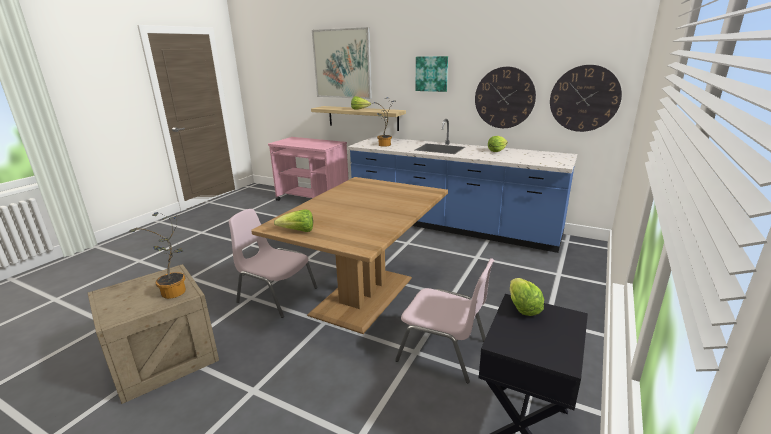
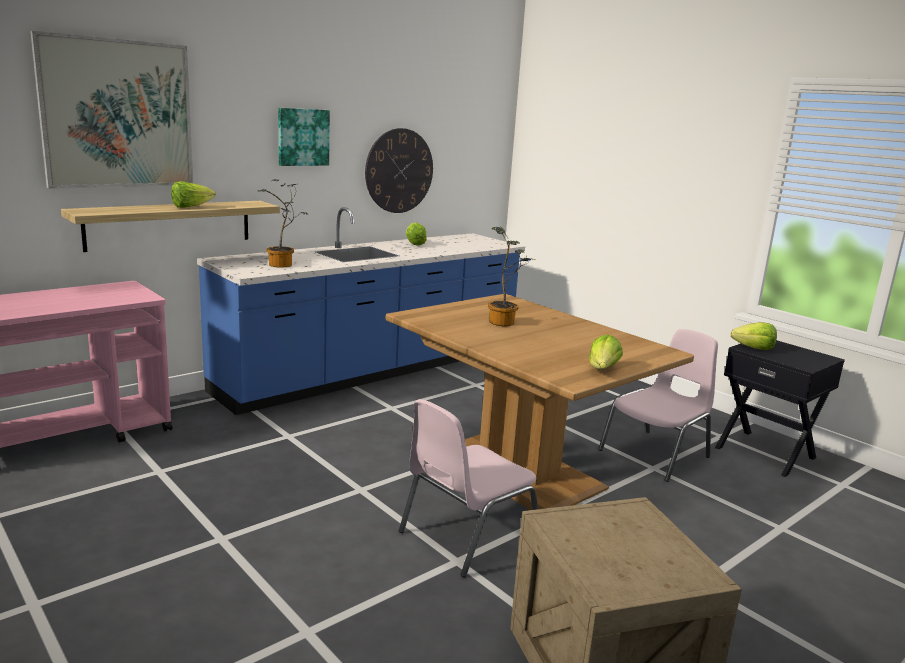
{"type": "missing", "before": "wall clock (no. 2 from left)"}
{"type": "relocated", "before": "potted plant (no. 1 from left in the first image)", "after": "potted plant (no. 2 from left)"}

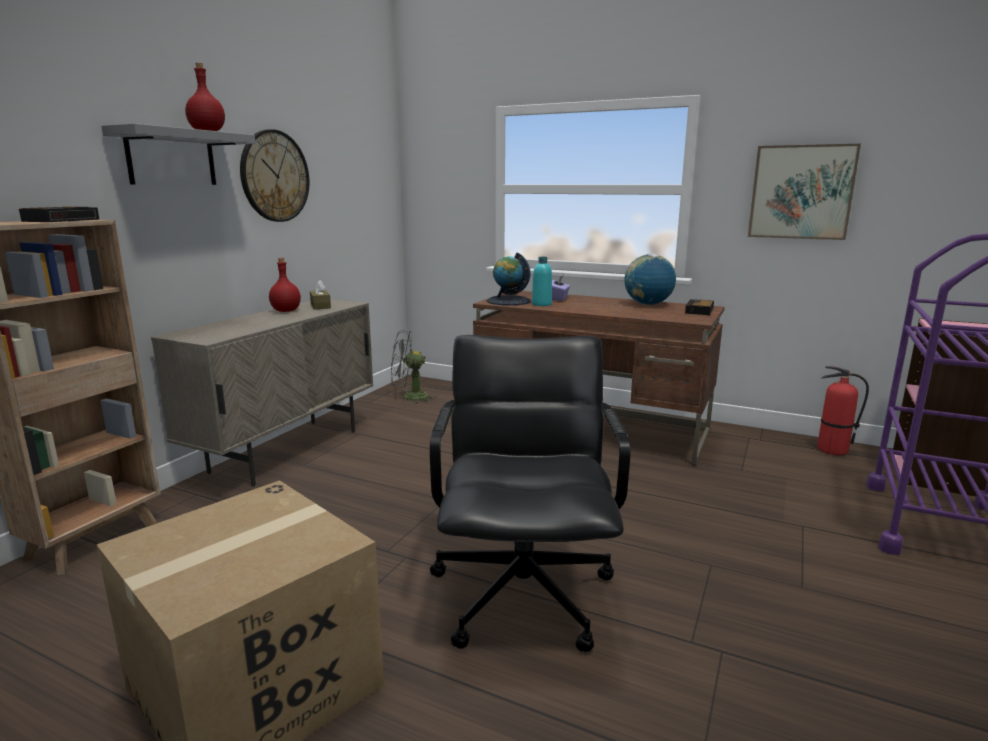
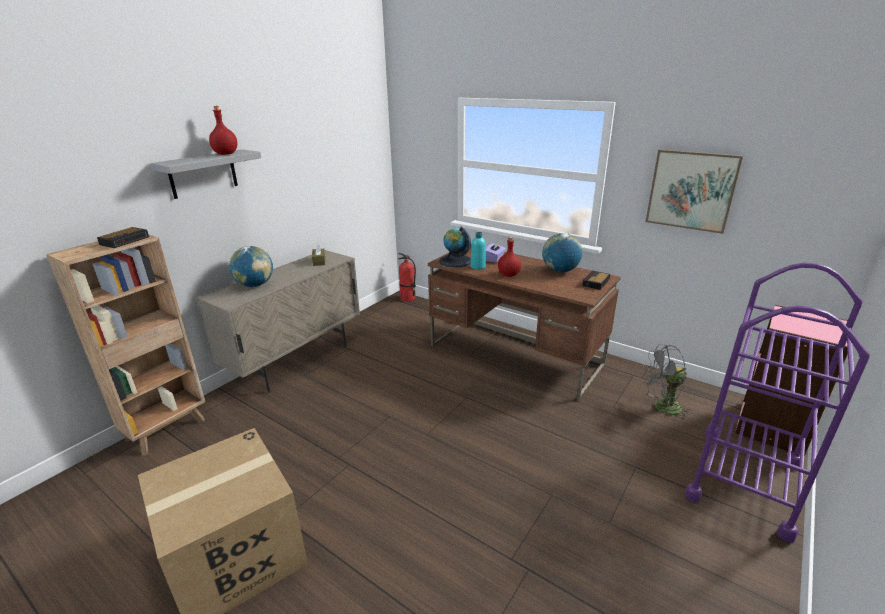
{"type": "missing", "before": "wall clock"}
{"type": "missing", "before": "black office chair"}
{"type": "appeared", "after": "globe (no. 1 from left)"}
{"type": "relocated", "before": "red bottle (no. 2 from left)"}
{"type": "relocated", "before": "grey fan"}
{"type": "relocated", "before": "fire extinguisher"}

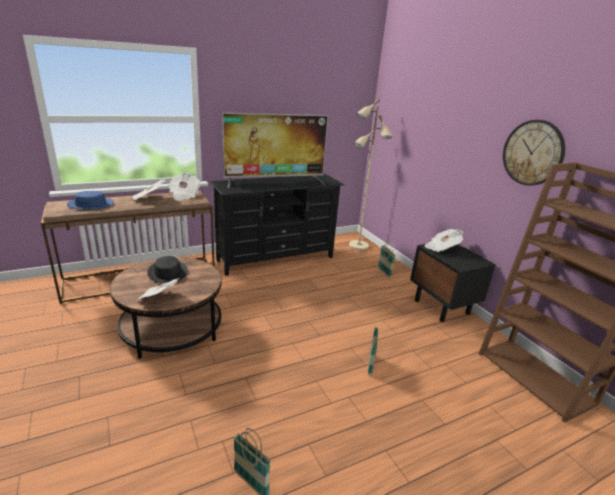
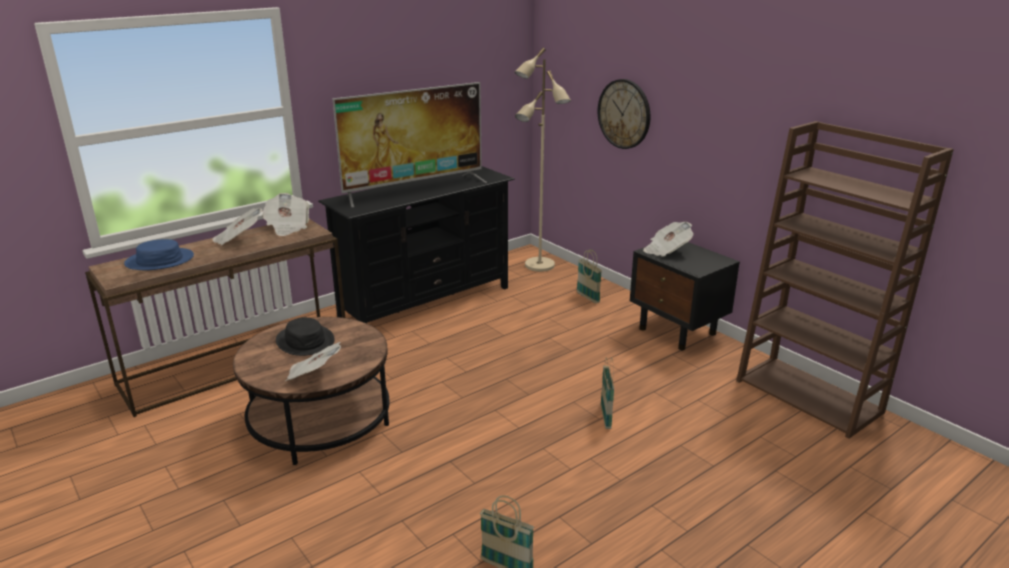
{"type": "relocated", "before": "wall clock"}

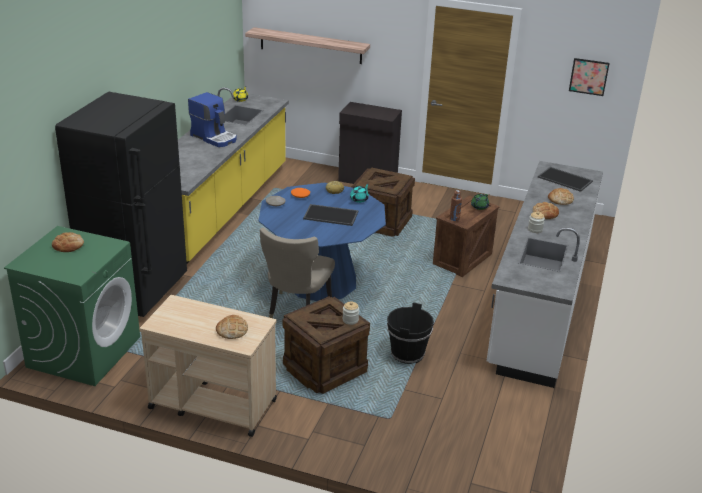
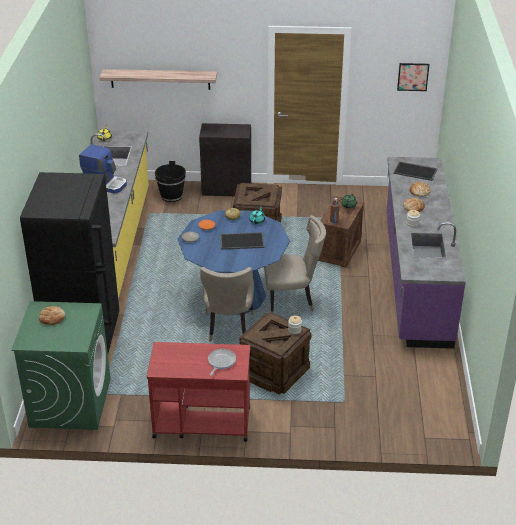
{"type": "appeared", "after": "beige chair (no. 2 from left)"}
{"type": "relocated", "before": "black bucket"}
{"type": "exchanged", "before": "bread (no. 2 from left)", "after": "frying pan"}
{"type": "colour", "before": "beige cart", "after": "red cart"}
{"type": "colour", "before": "white counter", "after": "purple counter"}

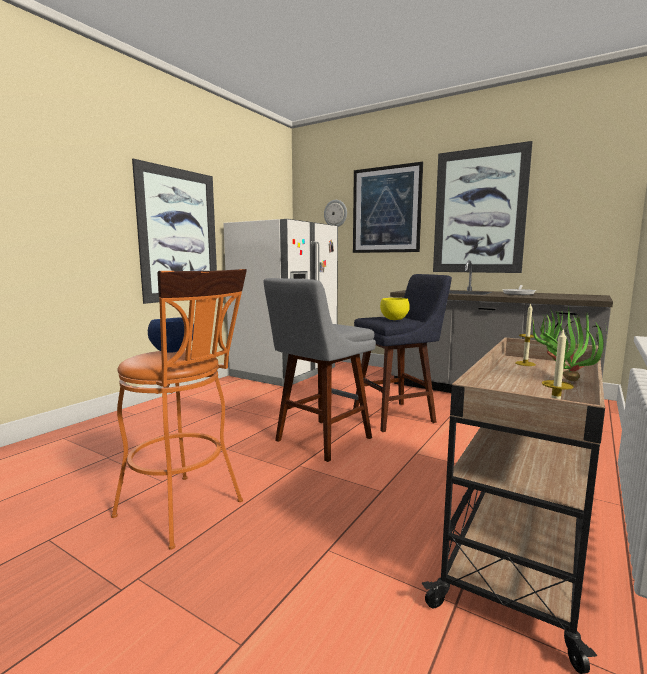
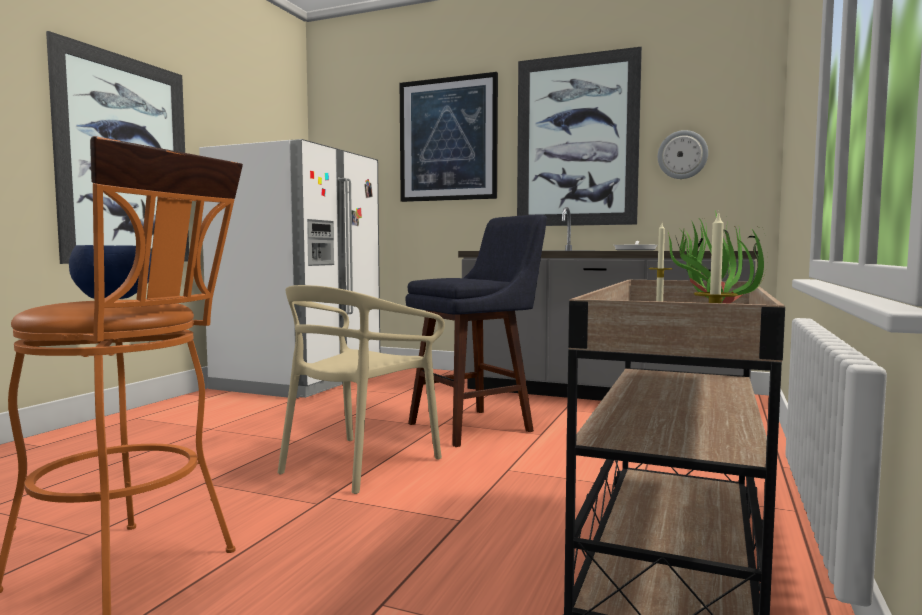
{"type": "missing", "before": "yellow bowl"}
{"type": "relocated", "before": "wall clock"}
{"type": "exchanged", "before": "grey stool", "after": "beige chair"}

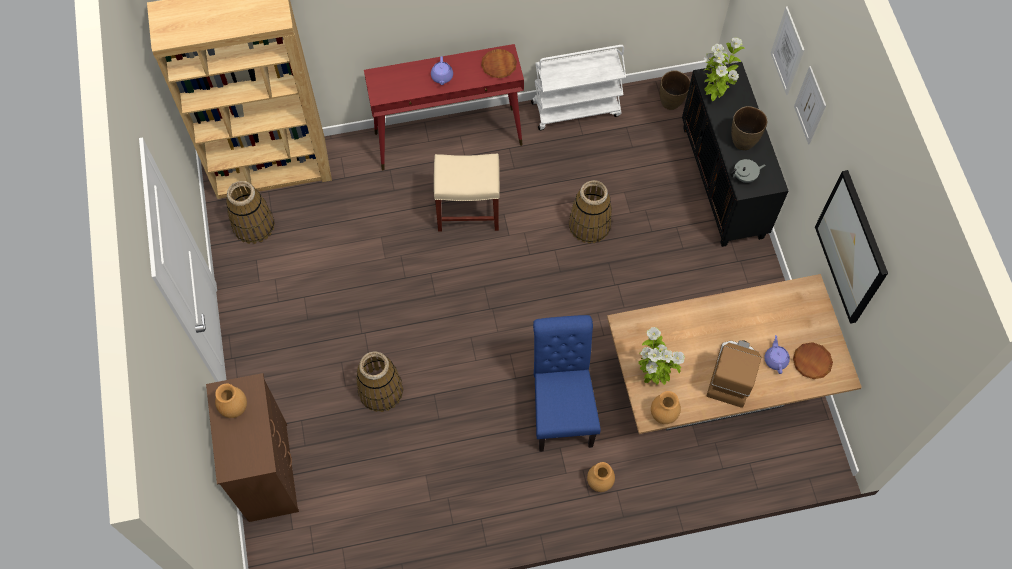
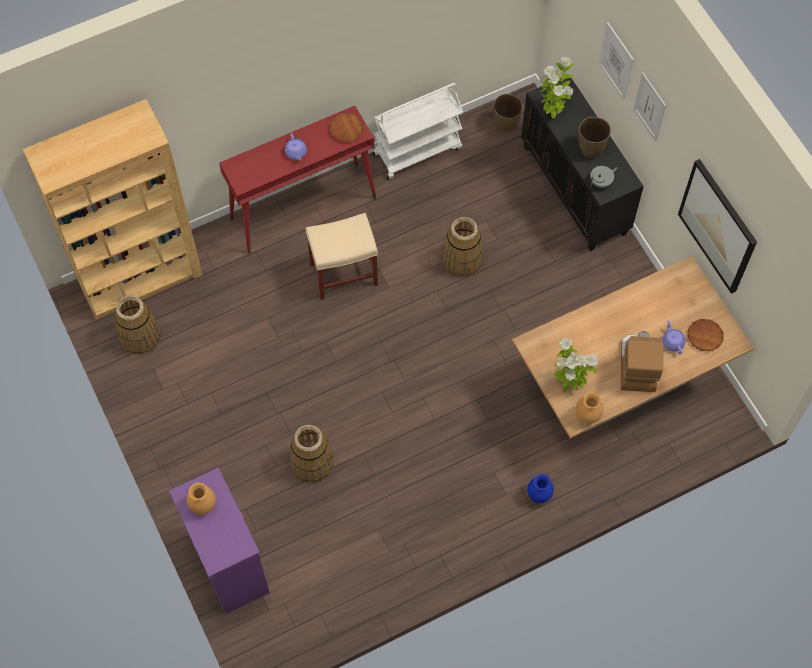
{"type": "missing", "before": "blue chair"}
{"type": "colour", "before": "brown dresser", "after": "purple dresser"}
{"type": "colour", "before": "brown vase (no. 2 from left)", "after": "blue vase"}

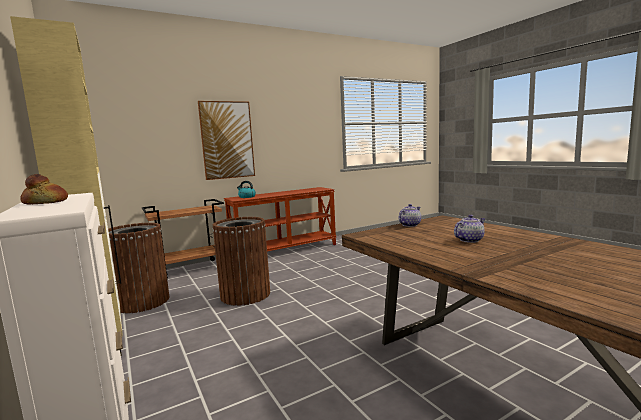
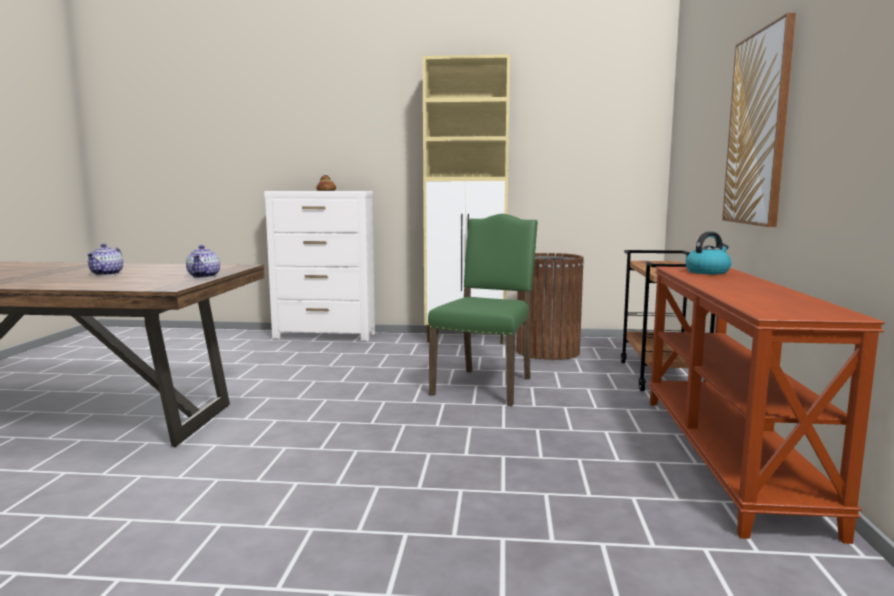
{"type": "exchanged", "before": "brown trash can (no. 2 from left)", "after": "green chair"}

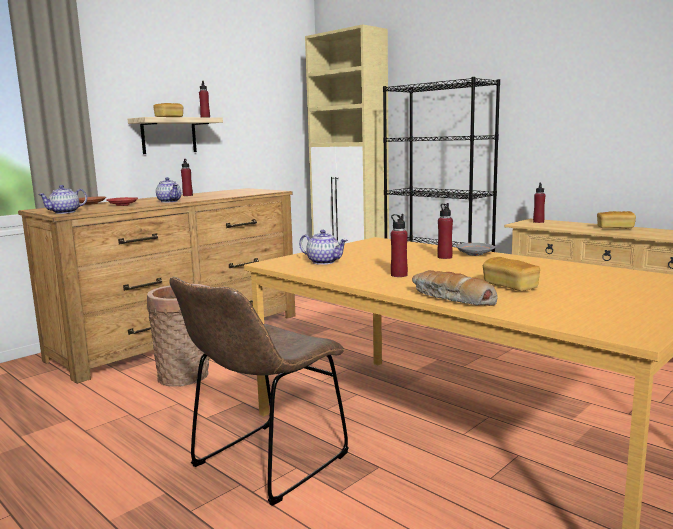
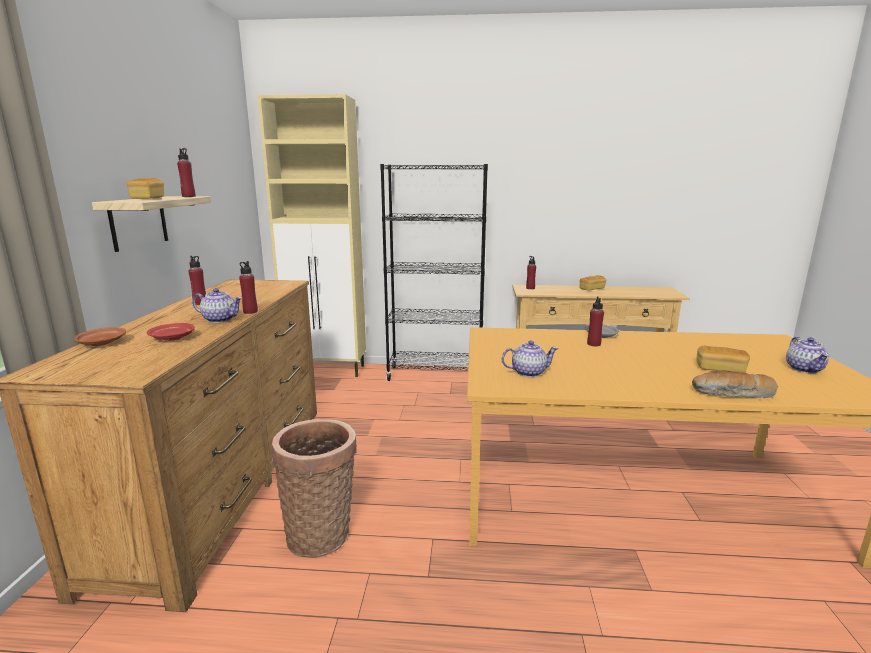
{"type": "missing", "before": "brown chair"}
{"type": "relocated", "before": "teapot (no. 1 from left in the first image)", "after": "teapot (no. 3 from left)"}
{"type": "relocated", "before": "red bottle (no. 3 from left)"}

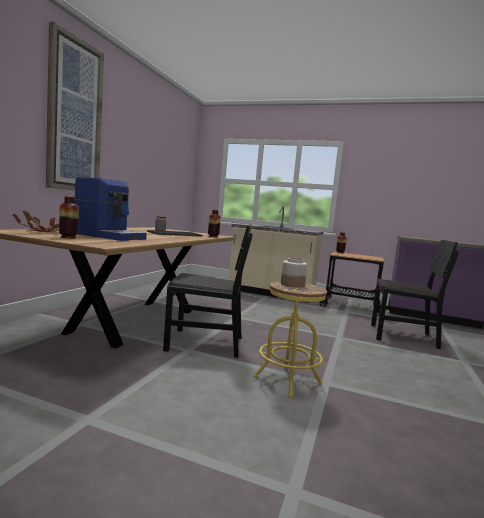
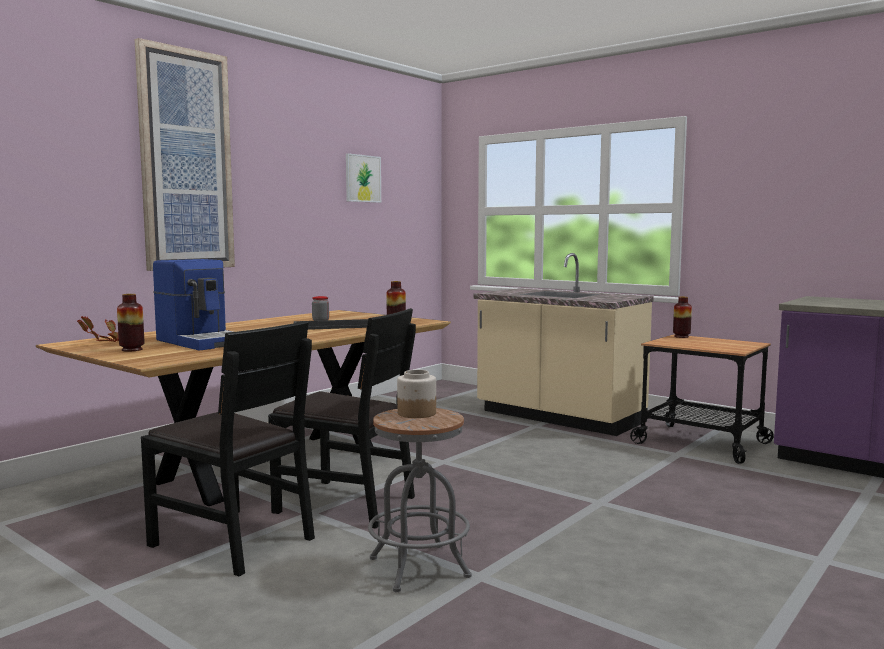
{"type": "appeared", "after": "picture (no. 2 from left)"}
{"type": "relocated", "before": "black chair (no. 2 from left in the first image)", "after": "black chair (no. 1 from left)"}
{"type": "colour", "before": "yellow stool", "after": "grey stool"}

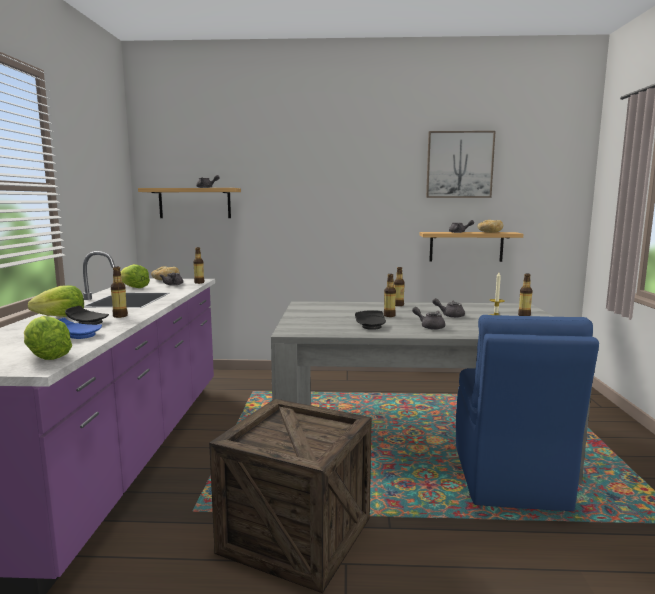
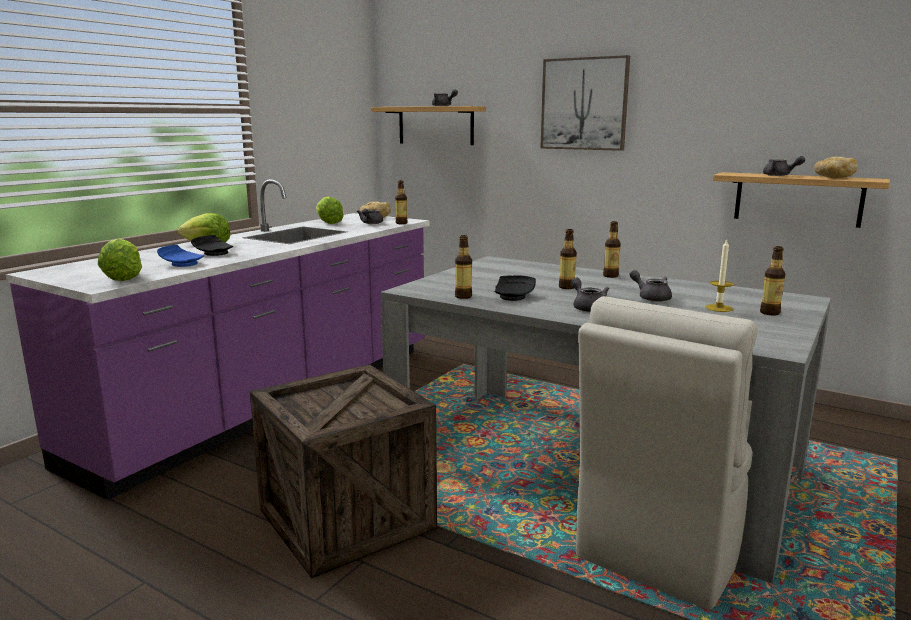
{"type": "relocated", "before": "bottle (no. 1 from left in the first image)", "after": "bottle (no. 2 from left)"}
{"type": "relocated", "before": "picture"}
{"type": "colour", "before": "blue chair", "after": "beige chair"}

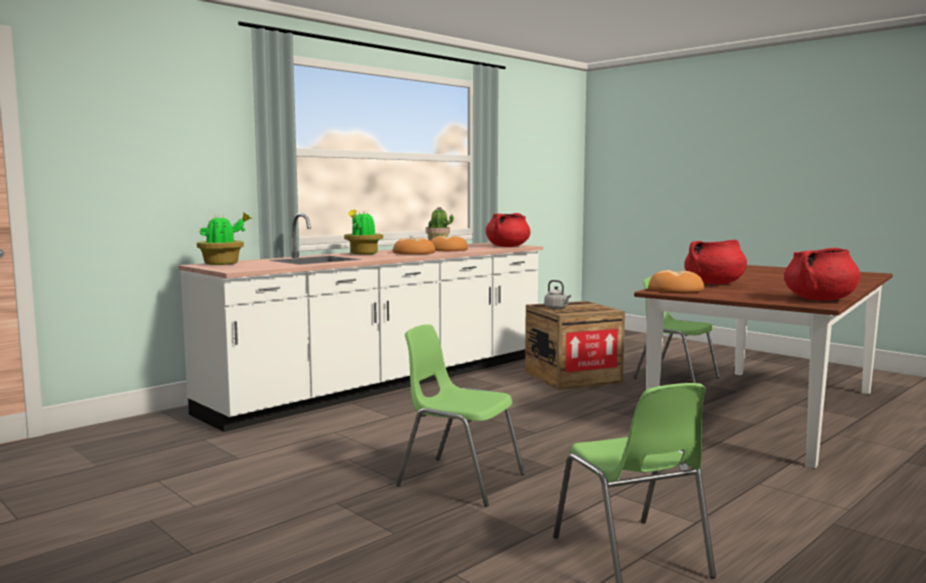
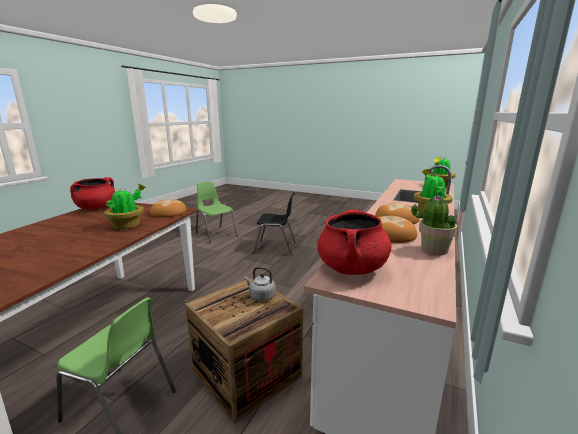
{"type": "exchanged", "before": "red cooking pot (no. 2 from left)", "after": "potted plant (no. 1 from left)"}
{"type": "colour", "before": "green chair (no. 1 from left)", "after": "black chair"}

